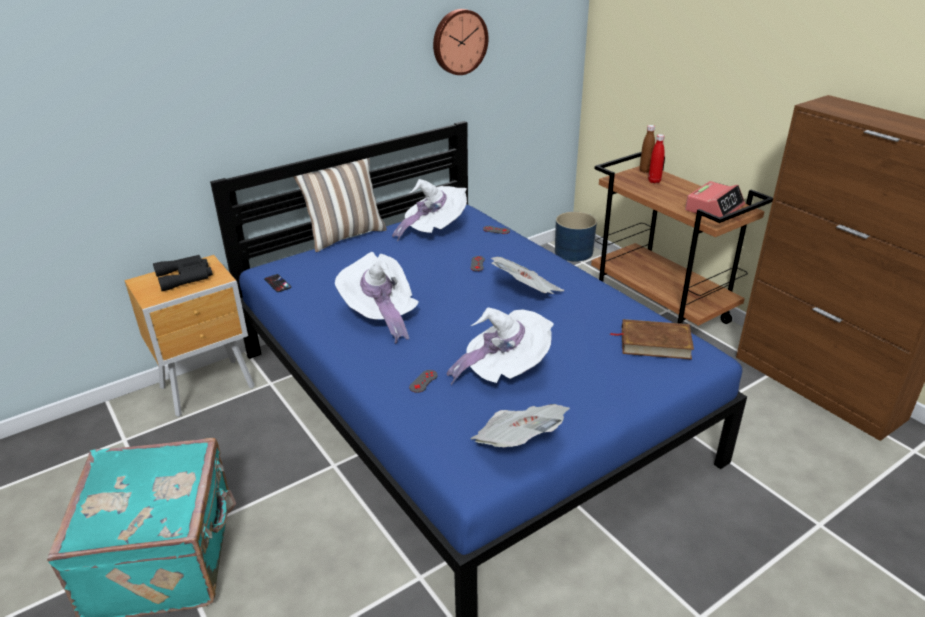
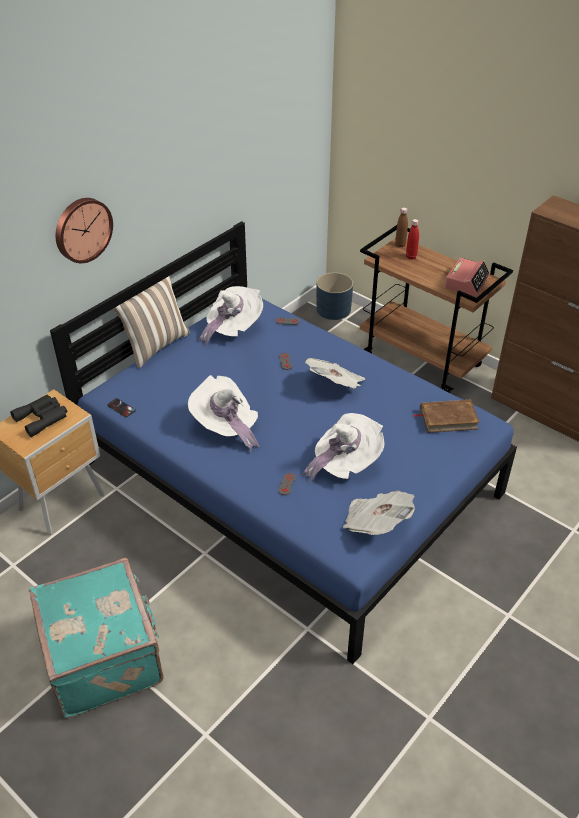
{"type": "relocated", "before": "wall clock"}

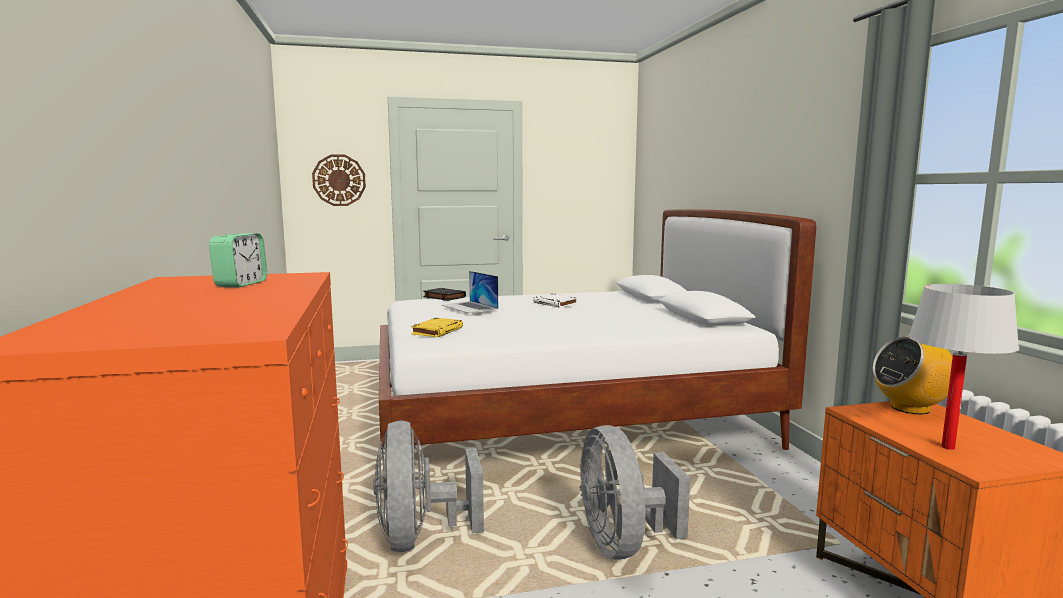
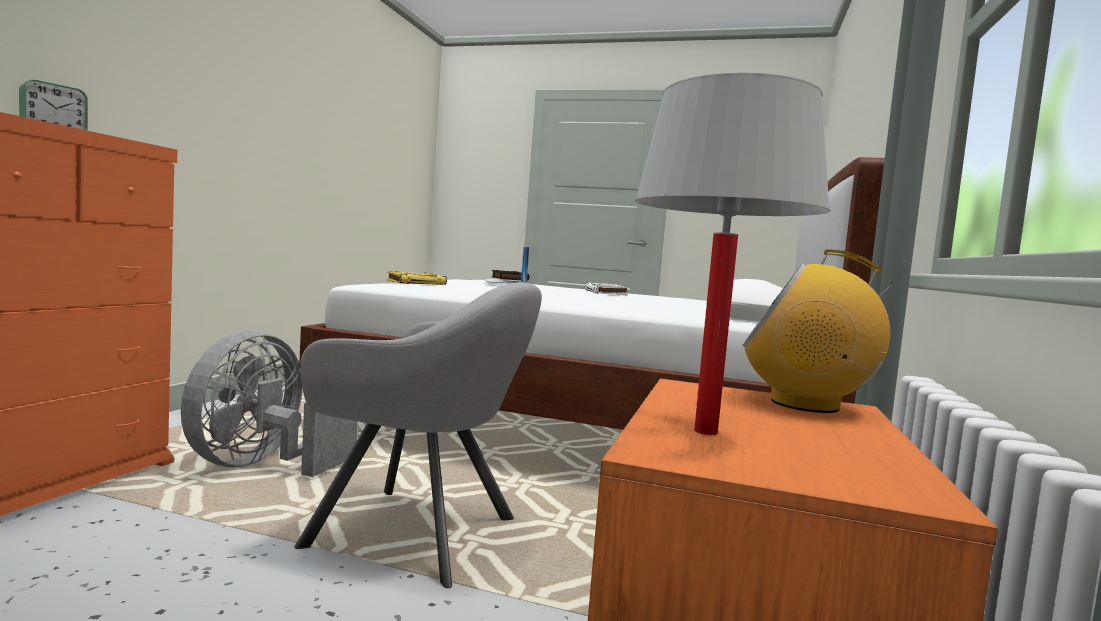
{"type": "missing", "before": "wall clock"}
{"type": "exchanged", "before": "grey fan (no. 2 from left)", "after": "grey armchair"}

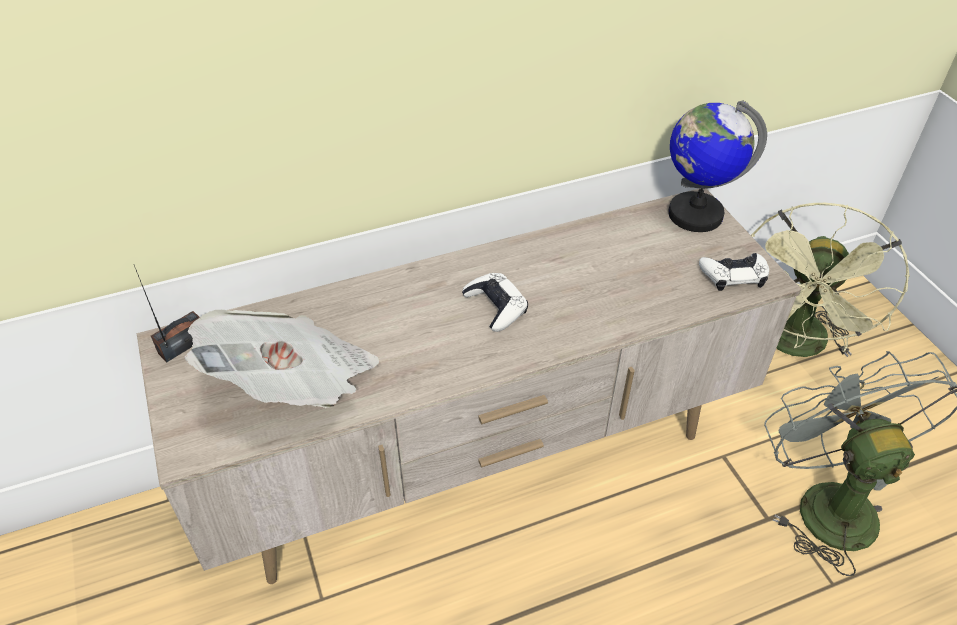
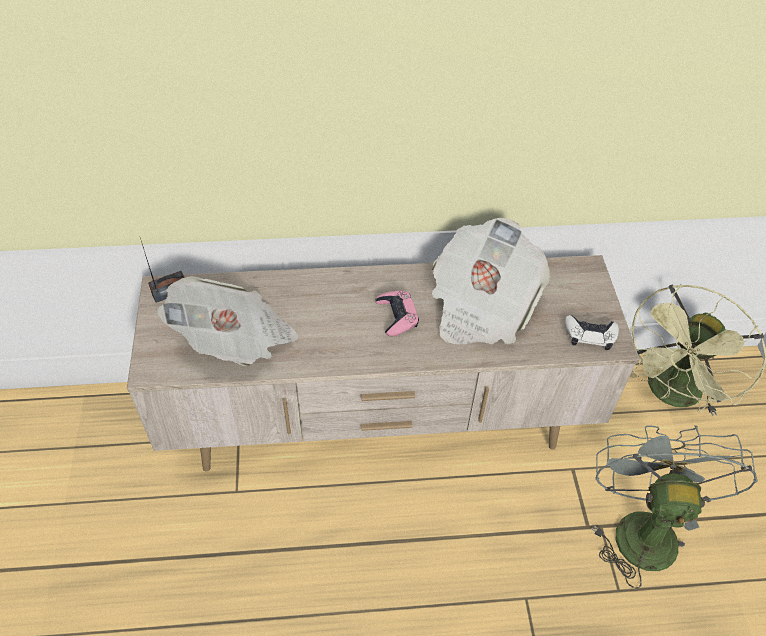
{"type": "missing", "before": "globe"}
{"type": "appeared", "after": "newspaper (no. 2 from left)"}
{"type": "colour", "before": "white game controller (no. 1 from left)", "after": "pink game controller"}

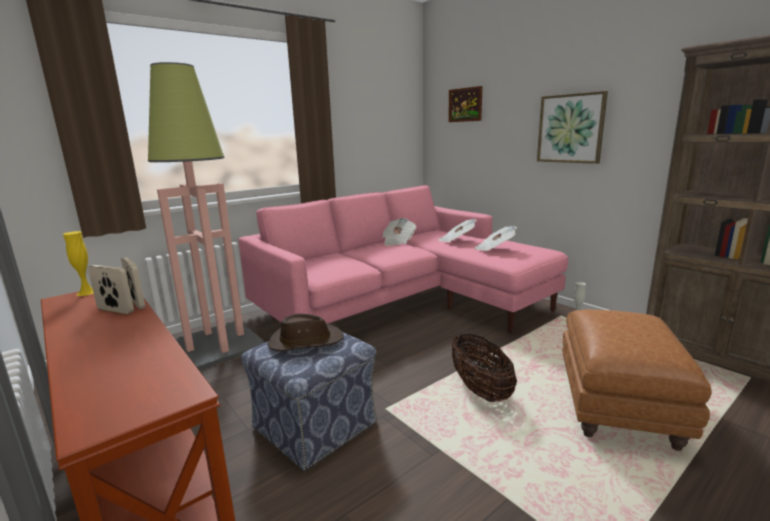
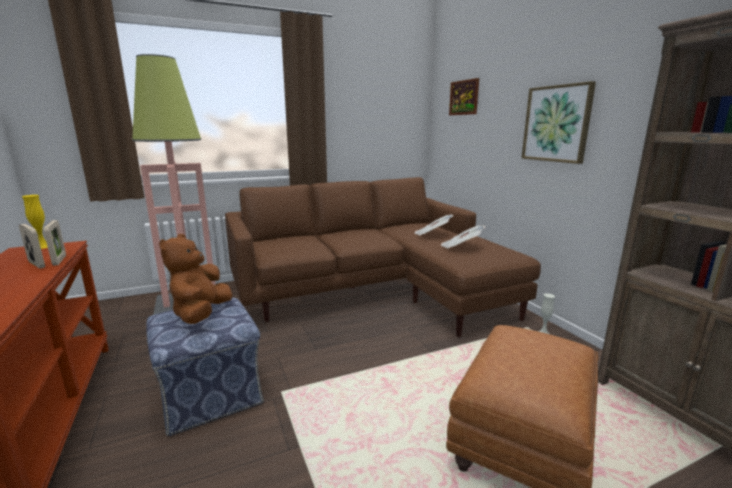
{"type": "missing", "before": "newspaper (no. 1 from left)"}
{"type": "missing", "before": "basket"}
{"type": "exchanged", "before": "brown hat", "after": "brown plush toy"}
{"type": "colour", "before": "pink sofa", "after": "brown sofa"}

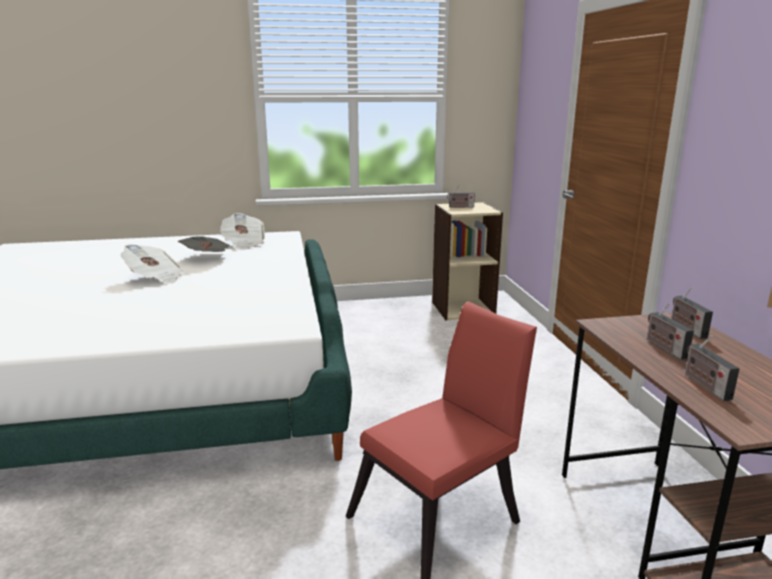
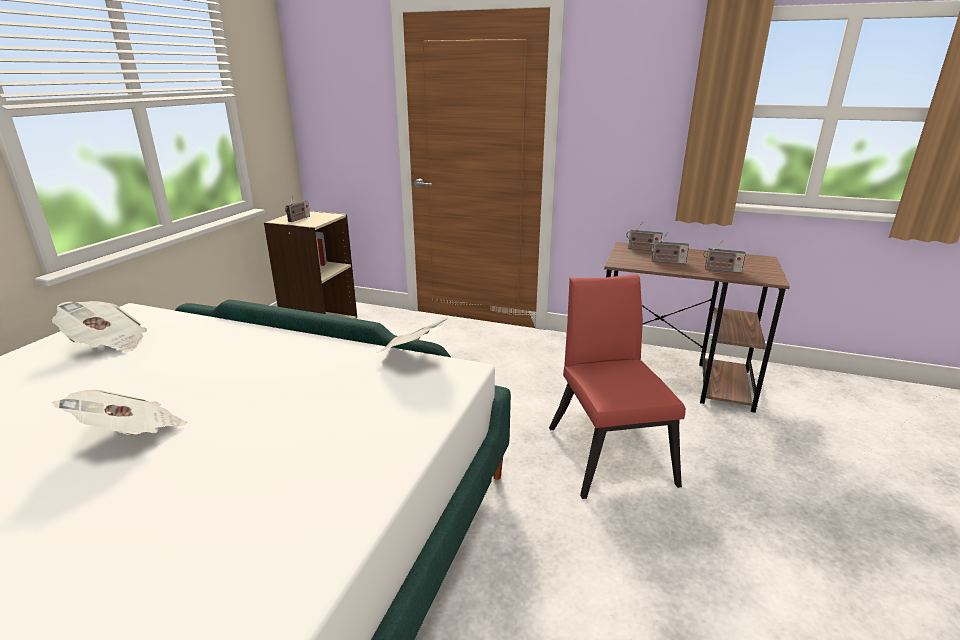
{"type": "relocated", "before": "newspaper (no. 2 from left in the first image)", "after": "newspaper (no. 3 from left)"}

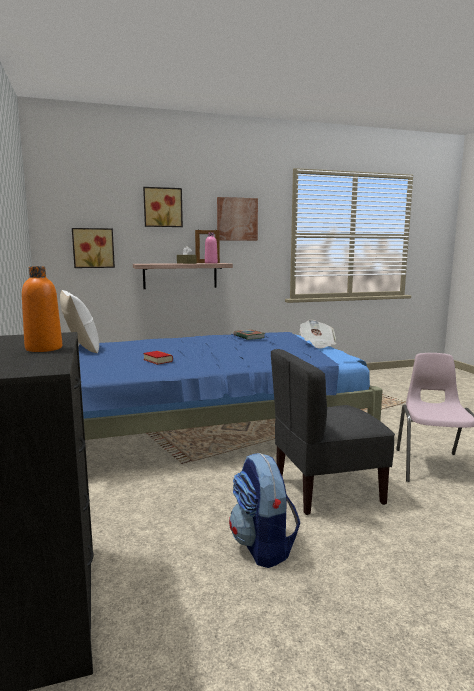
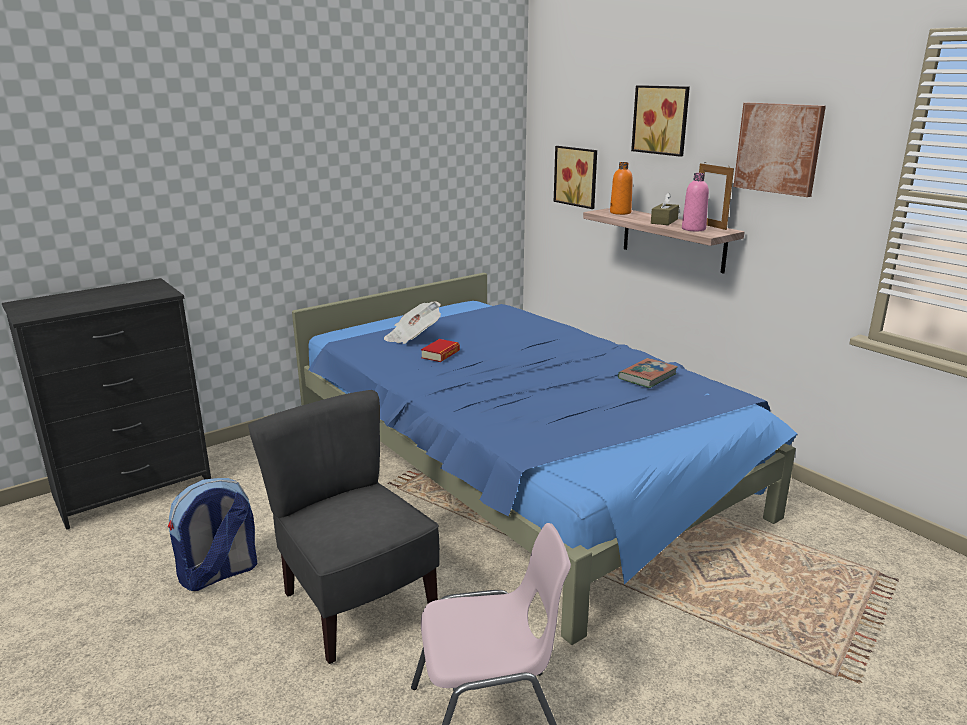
{"type": "missing", "before": "white pillow"}
{"type": "relocated", "before": "orange bottle"}
{"type": "relocated", "before": "newspaper"}

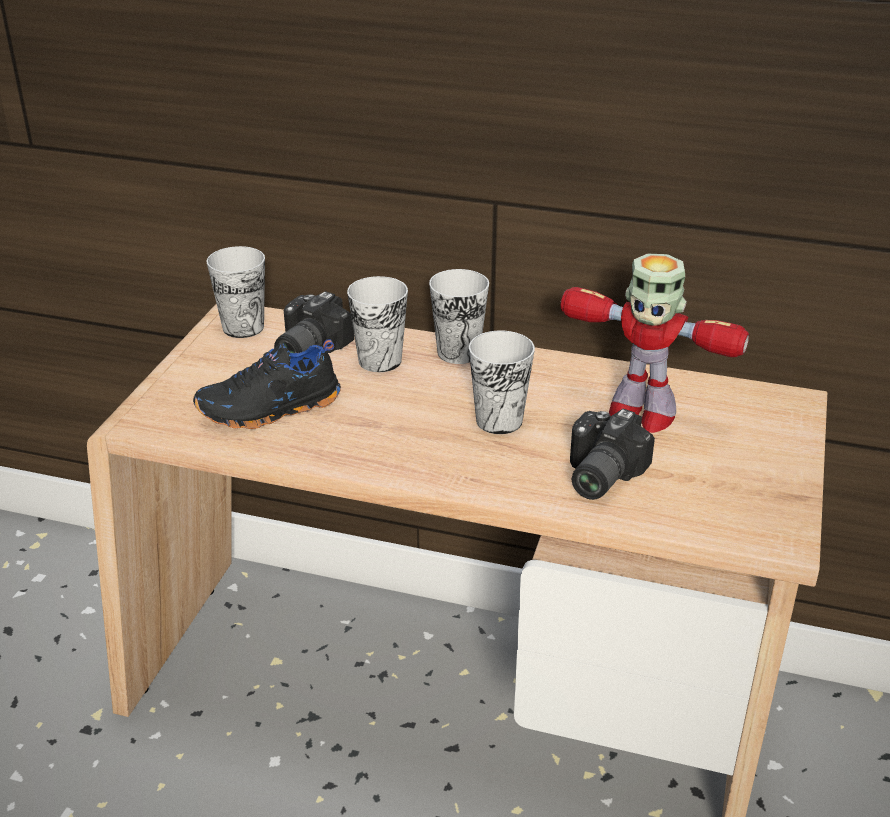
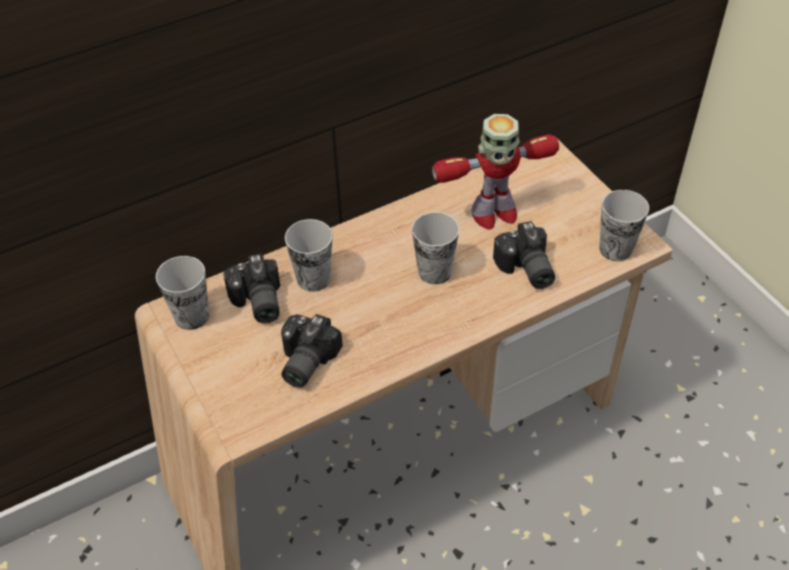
{"type": "relocated", "before": "cup (no. 3 from left in the first image)", "after": "cup (no. 4 from left)"}
{"type": "exchanged", "before": "black shoe", "after": "photo camera (no. 2 from left)"}

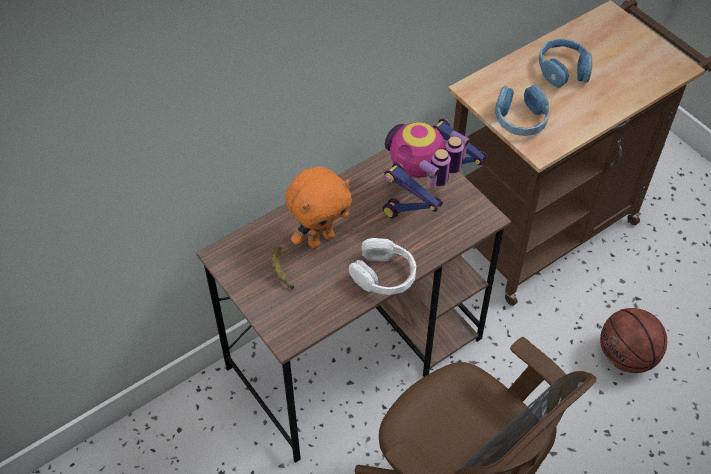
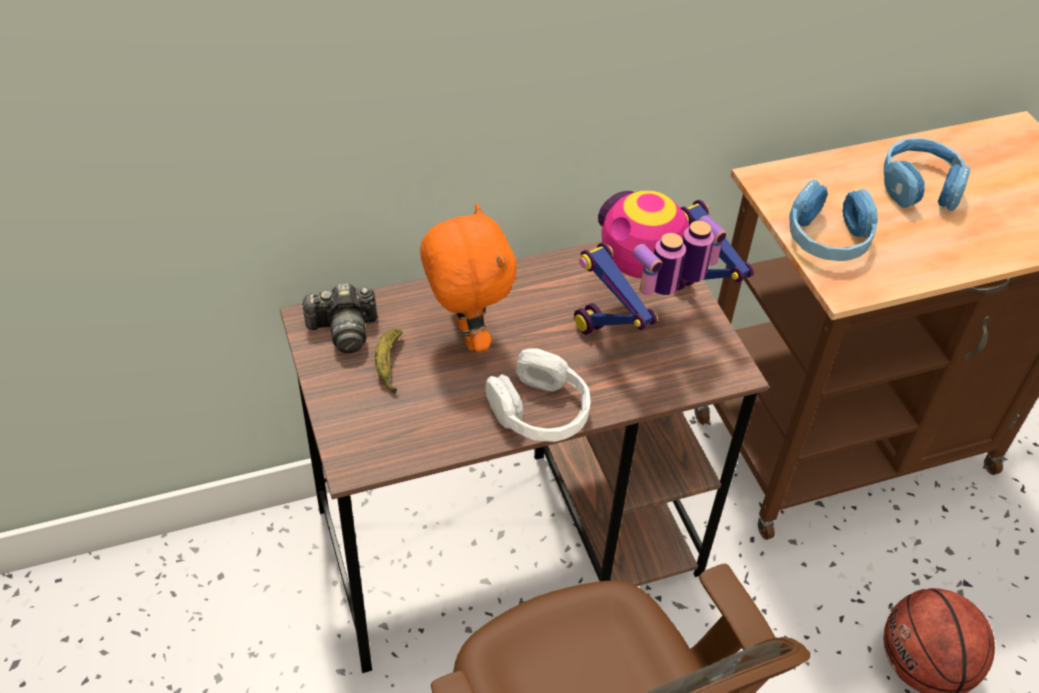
{"type": "appeared", "after": "photo camera"}
{"type": "spun", "before": "orange plush toy", "turn": -90}

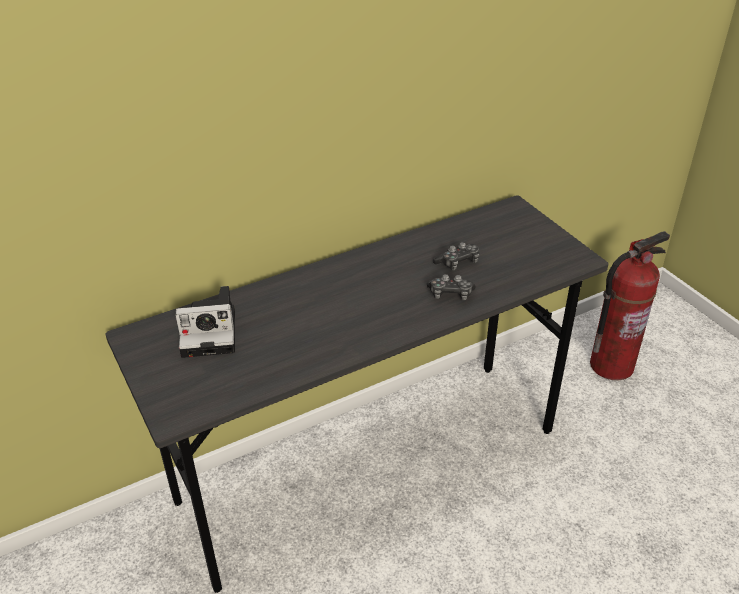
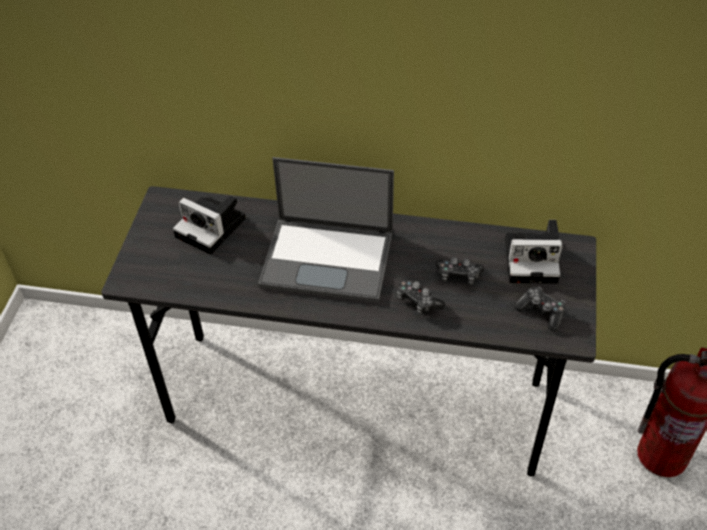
{"type": "appeared", "after": "laptop"}
{"type": "appeared", "after": "photo camera (no. 2 from left)"}
{"type": "appeared", "after": "game controller (no. 3 from left)"}

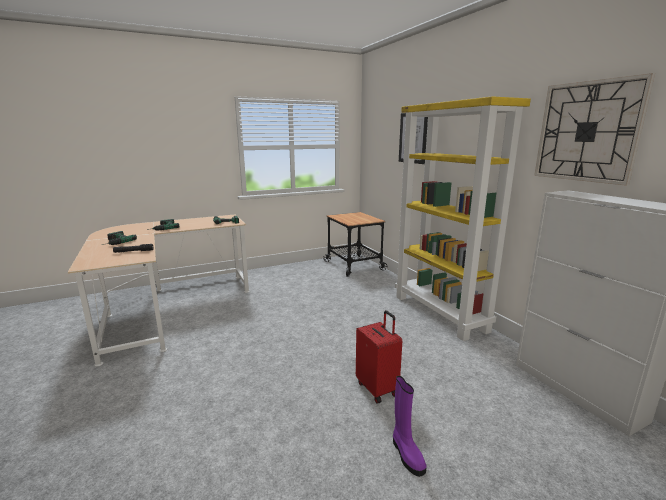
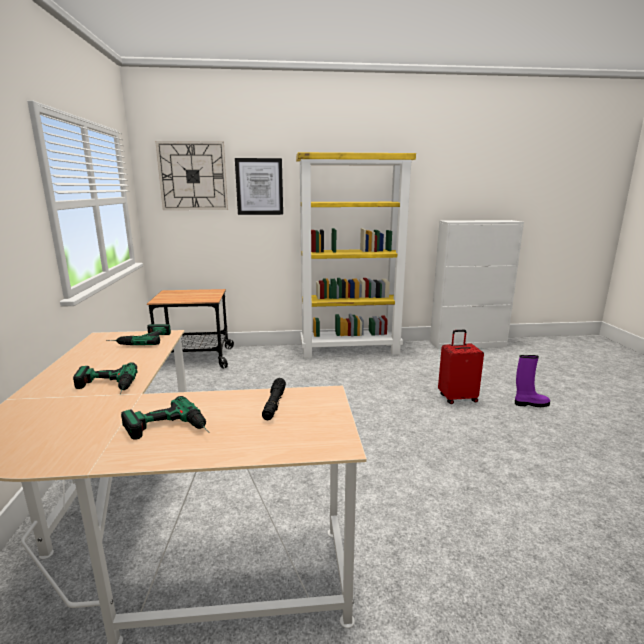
{"type": "relocated", "before": "wall clock"}

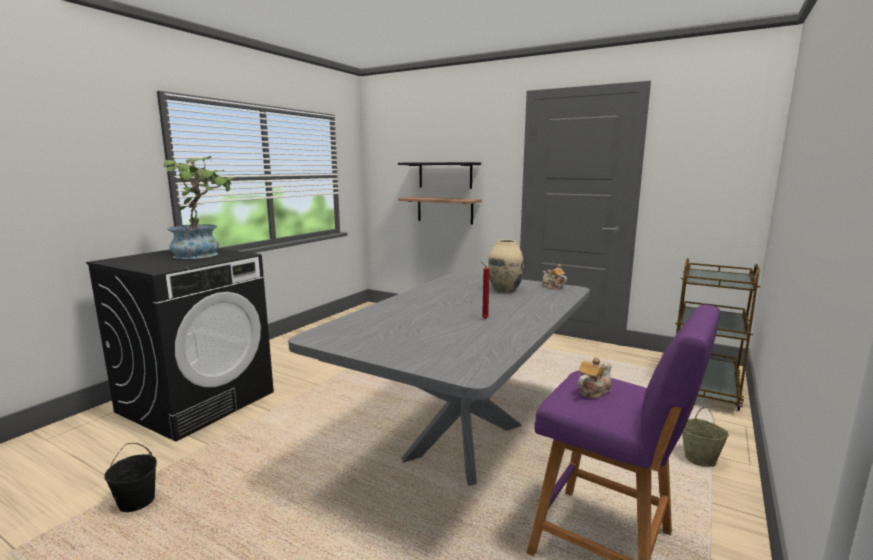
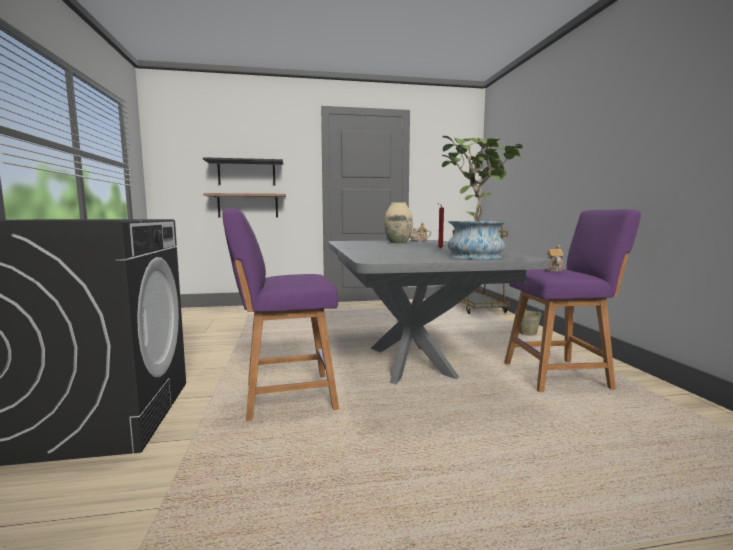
{"type": "missing", "before": "black bucket"}
{"type": "appeared", "after": "purple stool (no. 1 from left)"}
{"type": "relocated", "before": "potted plant"}

